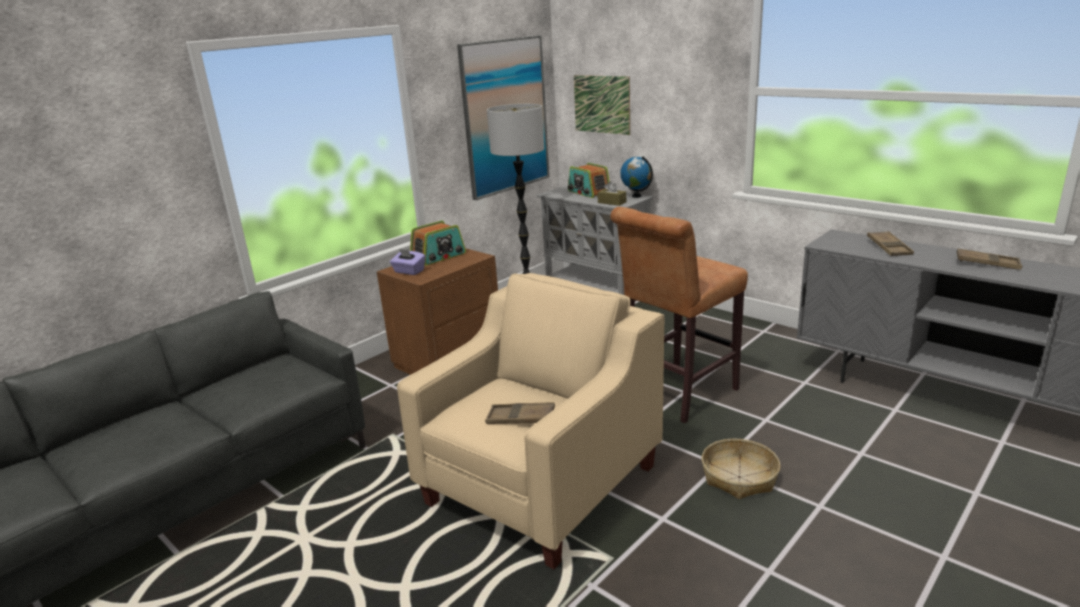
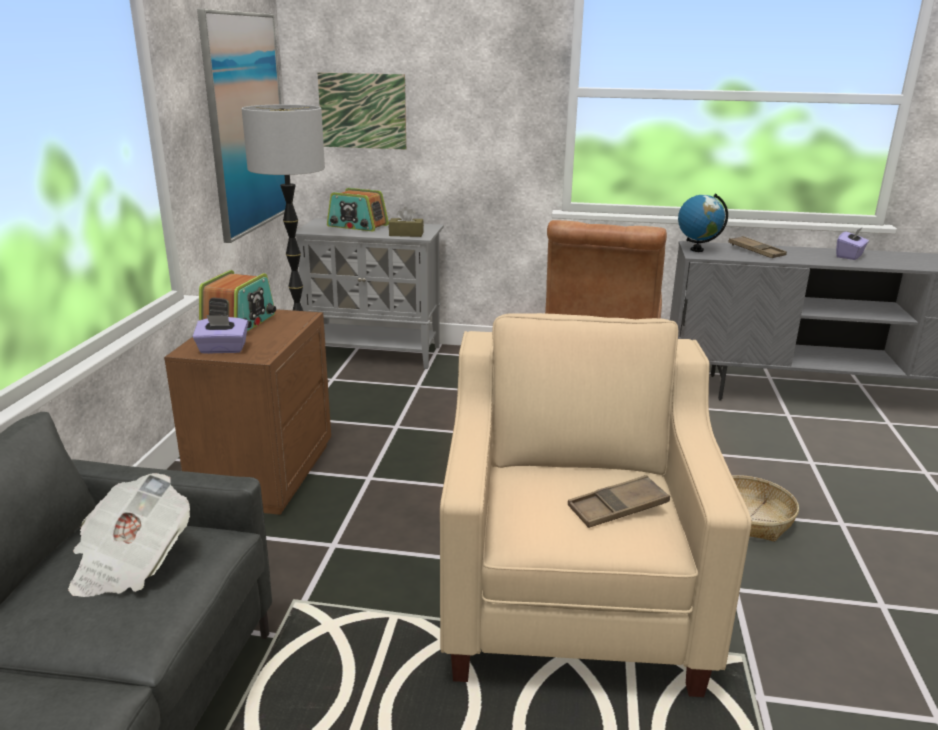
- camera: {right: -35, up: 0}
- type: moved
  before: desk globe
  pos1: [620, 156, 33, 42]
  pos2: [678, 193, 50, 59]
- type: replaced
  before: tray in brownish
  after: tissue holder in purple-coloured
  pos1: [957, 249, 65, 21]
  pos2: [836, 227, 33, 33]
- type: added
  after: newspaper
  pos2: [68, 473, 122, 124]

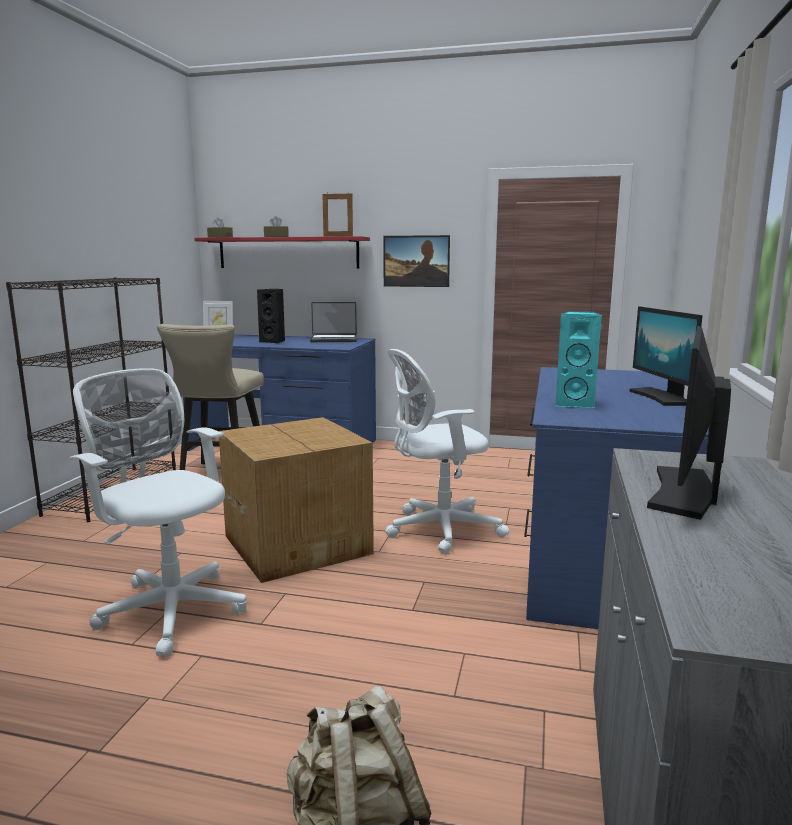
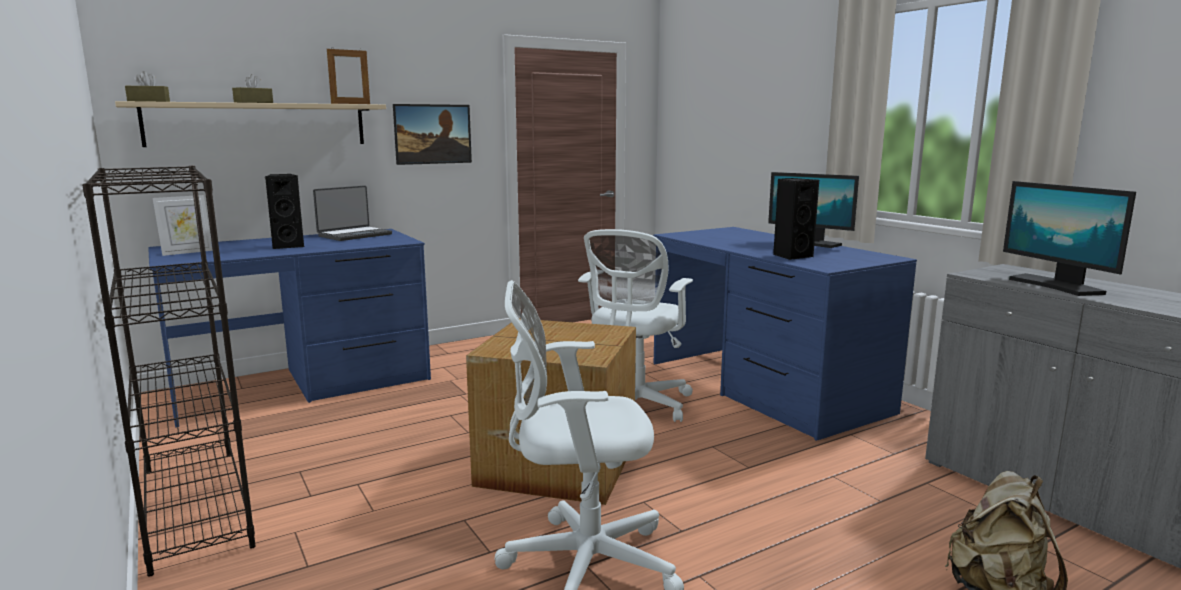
- camera: {right: -45, up: 0}
- type: recoloured
  before: bracket shelf in red-coloured
  after: bracket shelf in beige-coloured
  pos1: [194, 236, 176, 33]
  pos2: [115, 101, 271, 46]
- type: recoloured
  before: loudspeaker in turquoise
  after: loudspeaker in black-coloured
  pos1: [555, 311, 47, 98]
  pos2: [773, 178, 46, 82]
- type: removed
  before: stool seat in beige-coloured
  pos1: [157, 324, 107, 146]

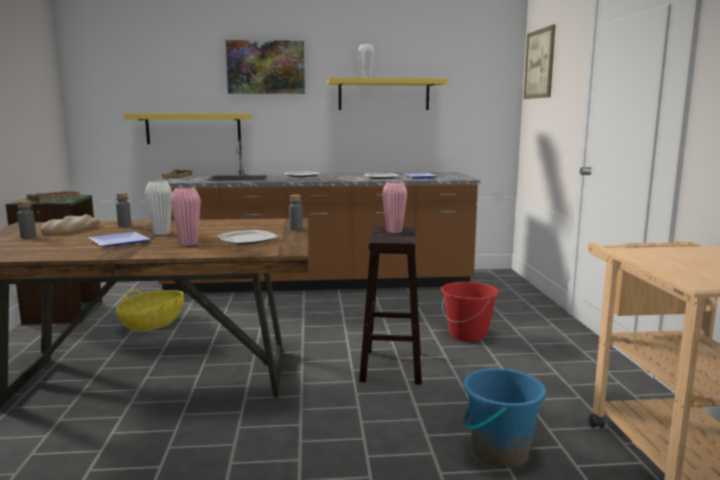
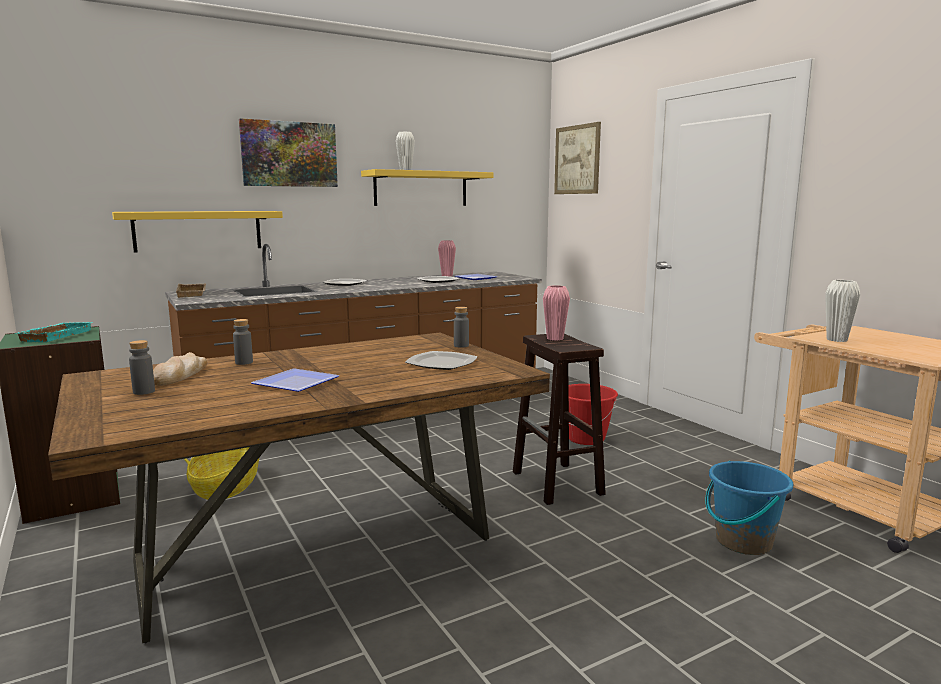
- camera: {right: -25, up: 0}
- type: moved
  before: flower vase in whitish
  pos1: [145, 181, 28, 54]
  pos2: [825, 280, 35, 62]
- type: moved
  before: flower vase in pink
  pos1: [171, 187, 30, 59]
  pos2: [438, 240, 18, 37]
- type: recoloured
  before: tray in beige-coloured
  after: tray in turquoise
  pos1: [23, 191, 58, 11]
  pos2: [15, 322, 78, 20]

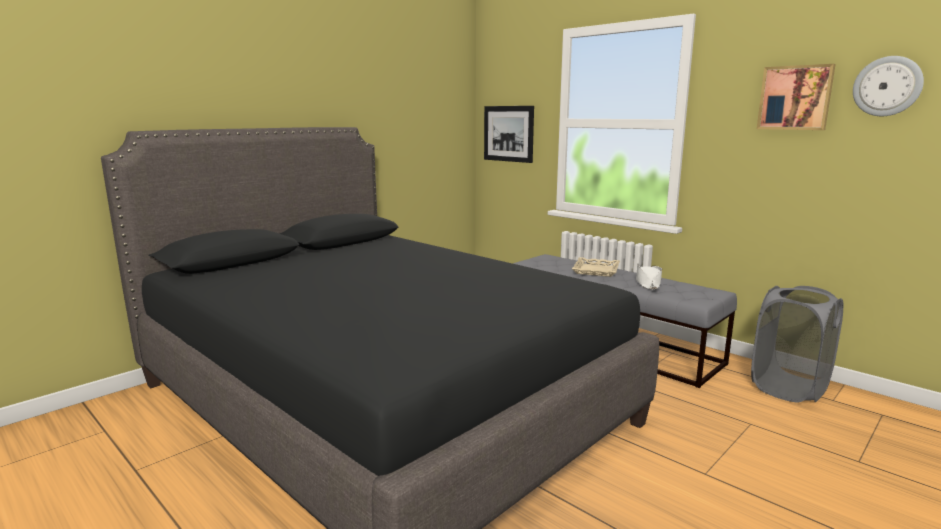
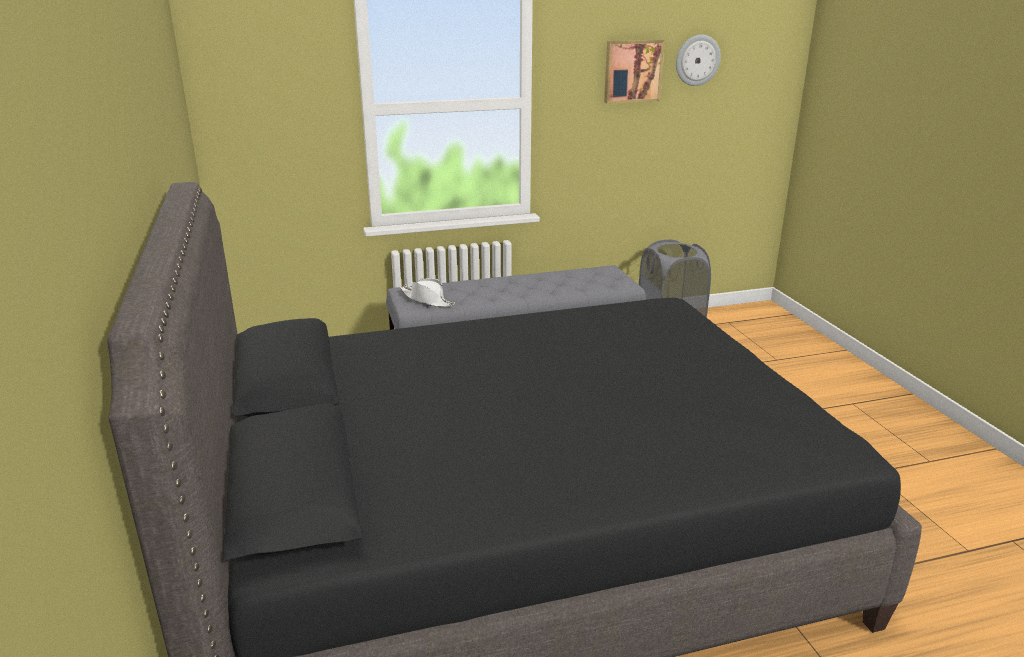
- camera: {right: -60, up: 10}
- type: removed
  before: wall picture
  pos1: [484, 106, 50, 57]
- type: removed
  before: tray in beige-coloured
  pos1: [572, 257, 48, 20]
- type: moved
  before: hat in whitish
  pos1: [636, 263, 26, 26]
  pos2: [400, 278, 55, 29]

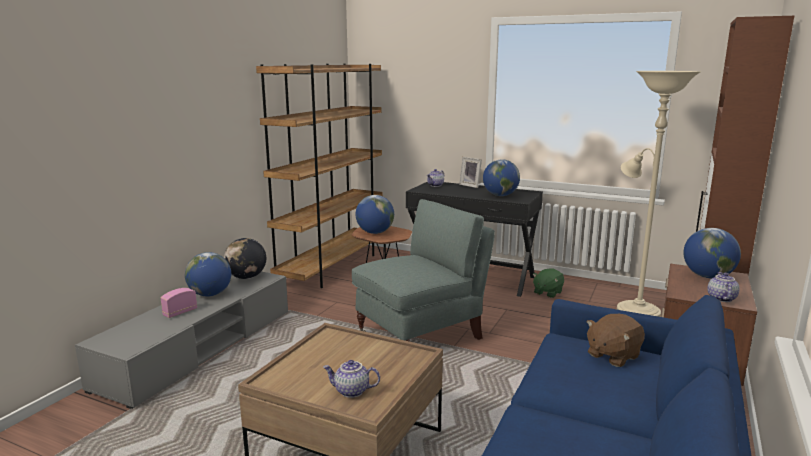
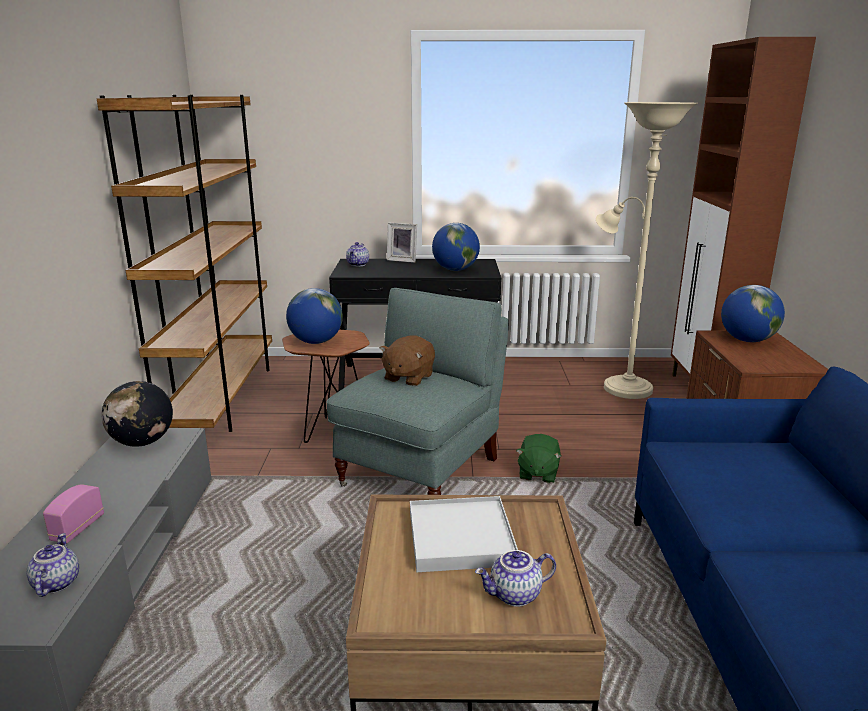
- camera: {right: -25, up: 5}
- type: removed
  before: desk globe
  pos1: [185, 252, 46, 45]
- type: moved
  before: cuddly toy in greenish
  pos1: [532, 268, 32, 30]
  pos2: [516, 434, 46, 49]
- type: moved
  before: tea pot
  pos1: [707, 272, 33, 30]
  pos2: [27, 533, 52, 64]
- type: moved
  before: cuddly toy in brownish
  pos1: [586, 314, 59, 53]
  pos2: [380, 335, 55, 51]
- type: added
  after: tray in whitish
  pos2: [410, 496, 108, 76]

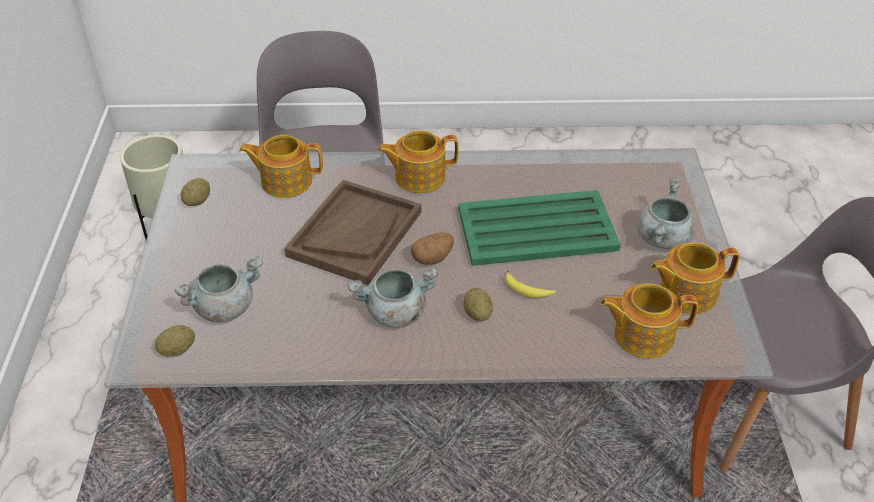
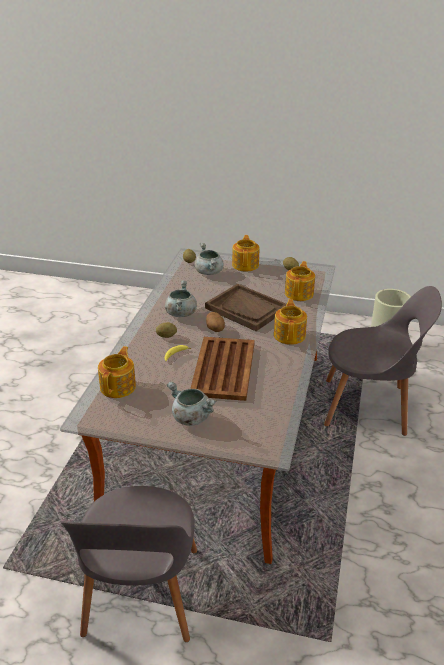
- camera: {right: 105, up: -10}
- type: recoloured
  before: tray in greenish
  after: tray in brownish
  pos1: [458, 190, 163, 76]
  pos2: [190, 337, 65, 64]
- type: moved
  before: tea pot
  pos1: [650, 242, 90, 72]
  pos2: [232, 235, 27, 36]

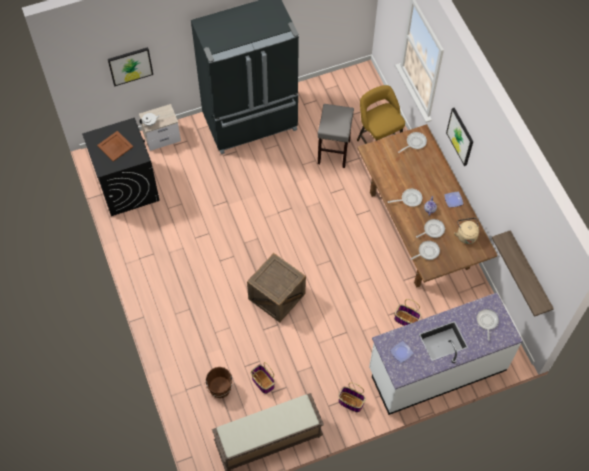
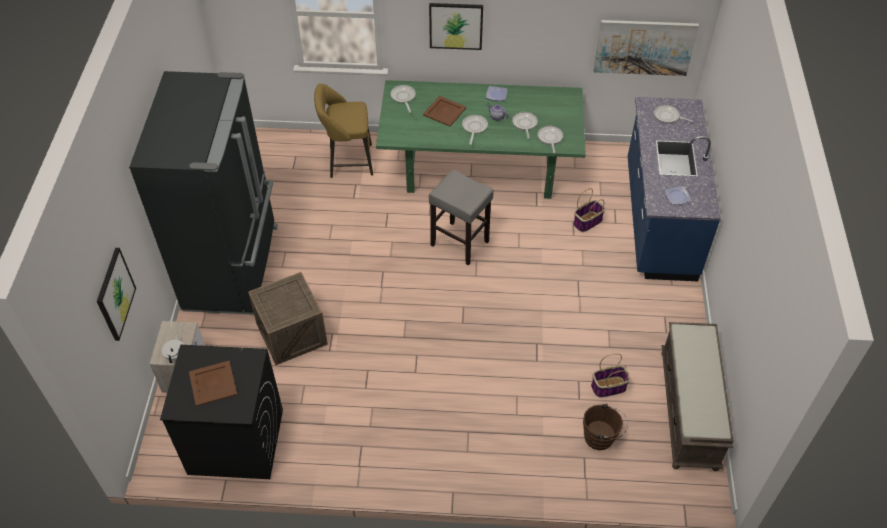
- camera: {right: -65, up: -10}
- type: moved
  before: stool seat in grey
  pos1: [318, 104, 36, 64]
  pos2: [429, 169, 65, 96]
- type: recoloured
  before: dinner table in brownish
  after: dinner table in greenish
  pos1: [358, 124, 139, 164]
  pos2: [376, 80, 210, 119]
- type: removed
  before: kettle in beige-coloured
  pos1: [454, 218, 25, 26]
- type: replaced
  before: bracket shelf
  after: wall picture
  pos1: [492, 230, 62, 87]
  pos2: [594, 20, 105, 56]
- type: moved
  before: shipping crate
  pos1: [247, 253, 59, 70]
  pos2: [248, 272, 80, 93]
- type: recoloured
  before: counter in whitish
  after: counter in blue-coloured
  pos1: [369, 293, 154, 122]
  pos2: [628, 97, 93, 184]
- type: removed
  before: basket
  pos1: [338, 383, 28, 29]
- type: added
  after: tray in brownish
  pos2: [423, 96, 43, 31]

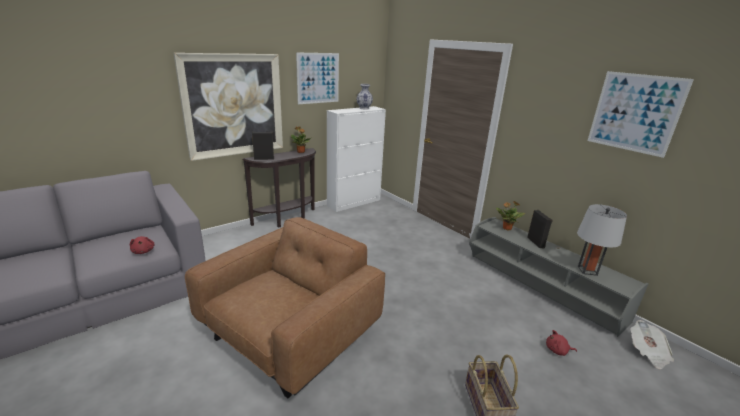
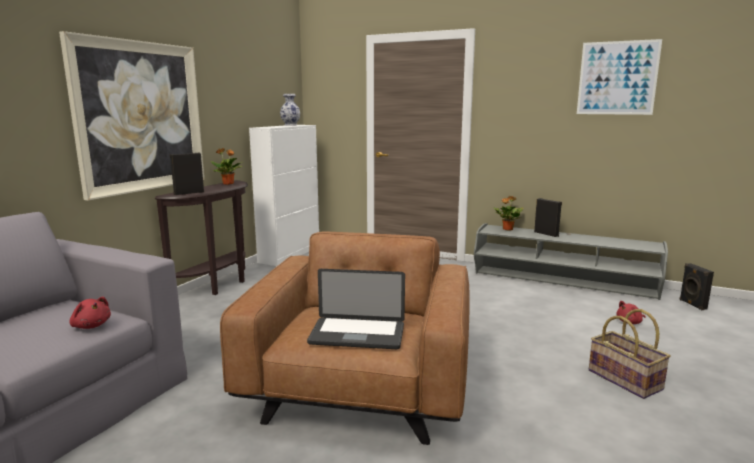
- camera: {right: -25, up: -10}
- type: removed
  before: wall picture
  pos1: [296, 53, 43, 51]
- type: removed
  before: tabletop lamp in grey
  pos1: [577, 204, 50, 72]
- type: replaced
  before: newspaper
  after: loudspeaker in black-coloured
  pos1: [630, 320, 44, 50]
  pos2: [679, 263, 35, 47]
- type: added
  after: portable computer
  pos2: [307, 269, 98, 80]

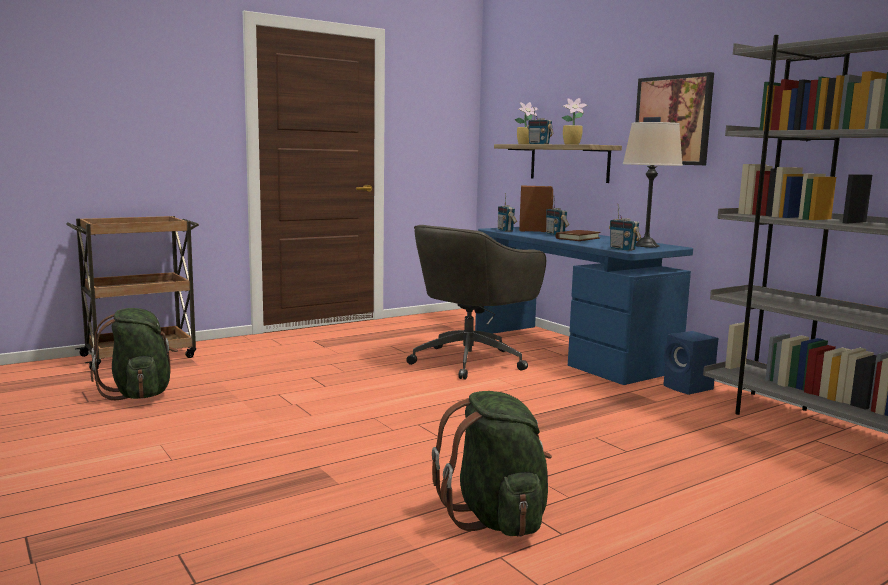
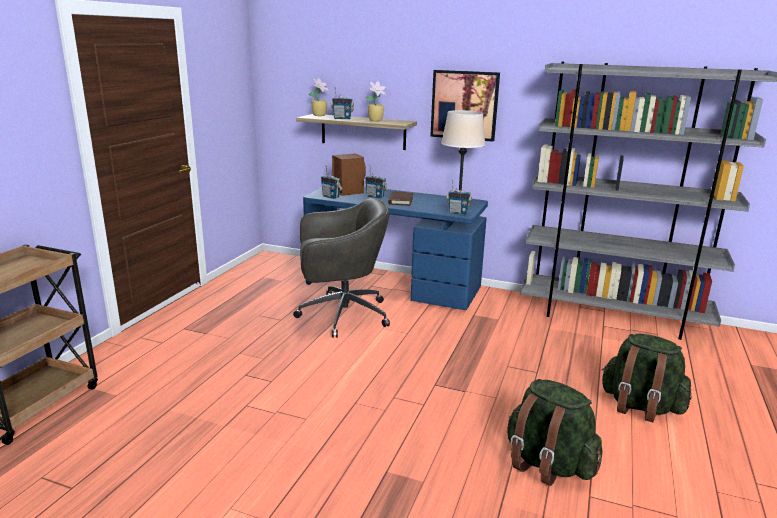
- camera: {right: -35, up: 10}
- type: turned
  before: computer chair in grey
  pos1: [406, 225, 140, 155]
  pos2: [293, 198, 97, 140]
  turn: -105
- type: moved
  before: knapsack in greenish
  pos1: [91, 308, 87, 92]
  pos2: [601, 334, 91, 88]
- type: removed
  before: loudspeaker in blue-coloured
  pos1: [663, 331, 55, 64]

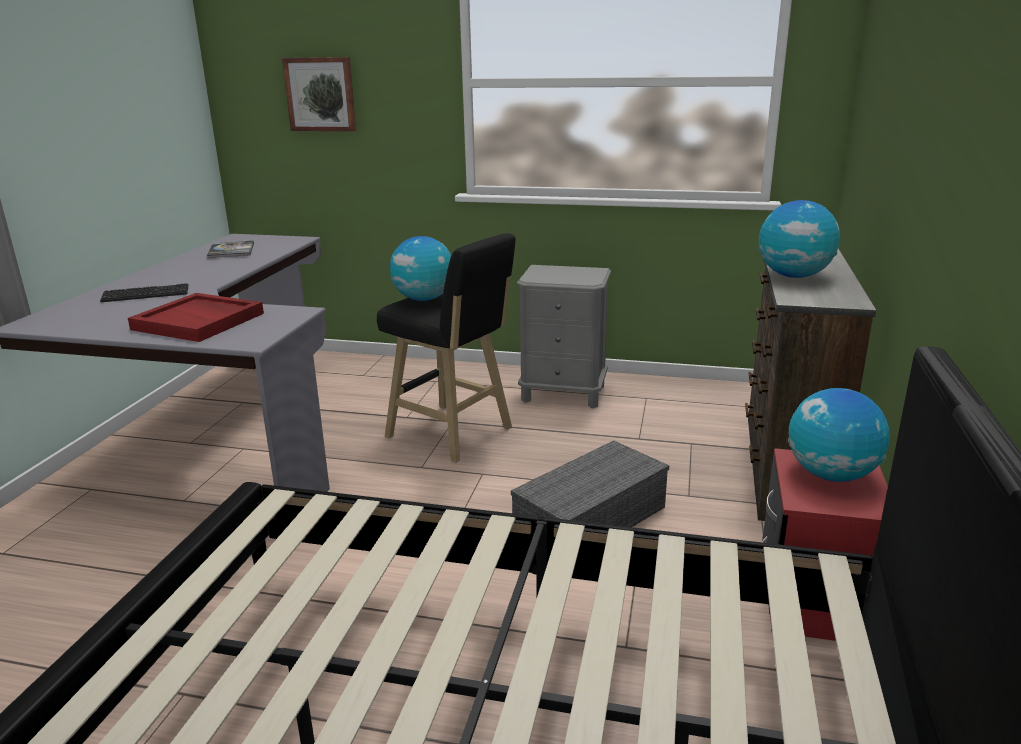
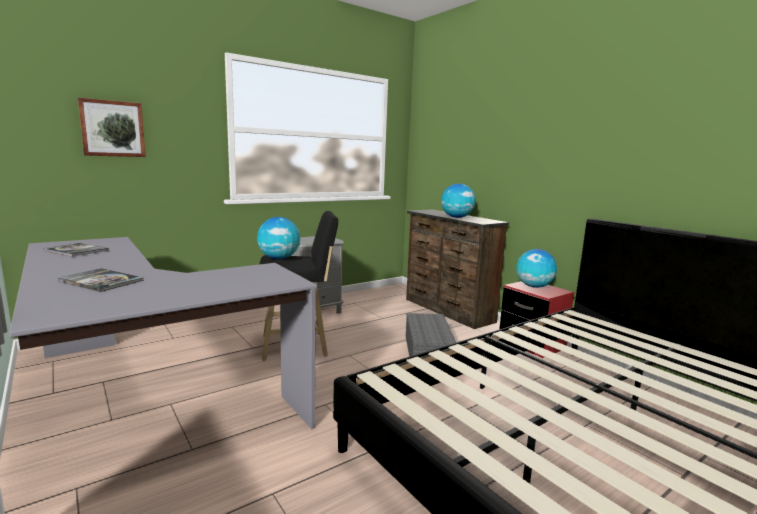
- camera: {right: -50, up: -10}
- type: replaced
  before: computer keyboard
  after: bound book
  pos1: [100, 283, 89, 19]
  pos2: [58, 268, 86, 24]
- type: removed
  before: tray in red-coloured
  pos1: [128, 293, 136, 49]

